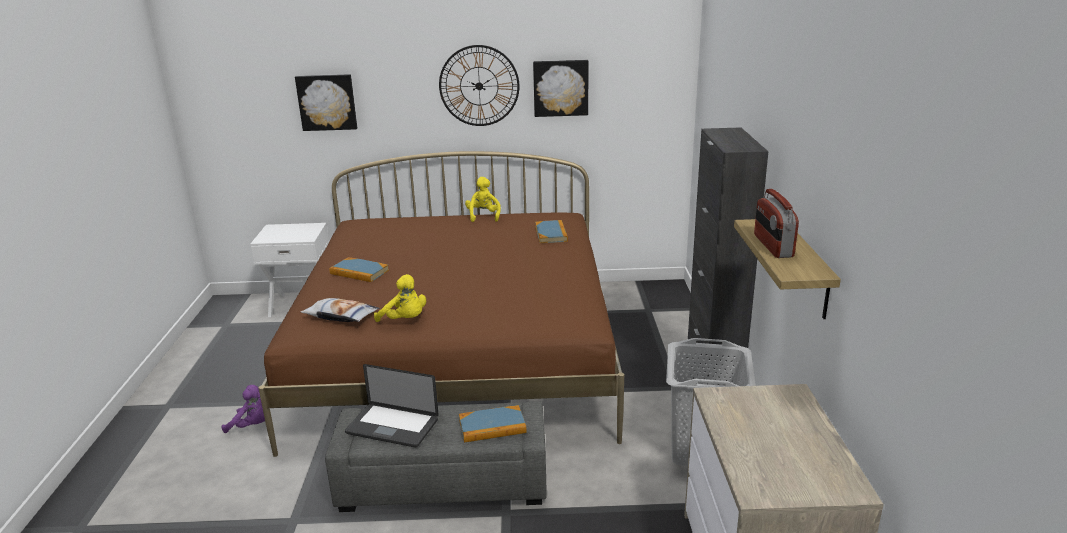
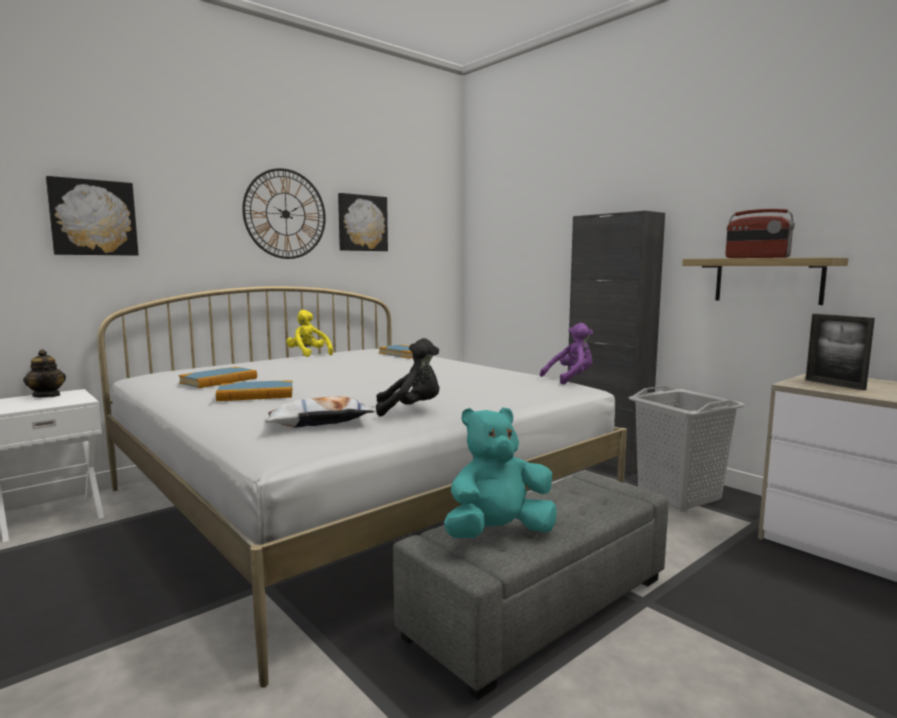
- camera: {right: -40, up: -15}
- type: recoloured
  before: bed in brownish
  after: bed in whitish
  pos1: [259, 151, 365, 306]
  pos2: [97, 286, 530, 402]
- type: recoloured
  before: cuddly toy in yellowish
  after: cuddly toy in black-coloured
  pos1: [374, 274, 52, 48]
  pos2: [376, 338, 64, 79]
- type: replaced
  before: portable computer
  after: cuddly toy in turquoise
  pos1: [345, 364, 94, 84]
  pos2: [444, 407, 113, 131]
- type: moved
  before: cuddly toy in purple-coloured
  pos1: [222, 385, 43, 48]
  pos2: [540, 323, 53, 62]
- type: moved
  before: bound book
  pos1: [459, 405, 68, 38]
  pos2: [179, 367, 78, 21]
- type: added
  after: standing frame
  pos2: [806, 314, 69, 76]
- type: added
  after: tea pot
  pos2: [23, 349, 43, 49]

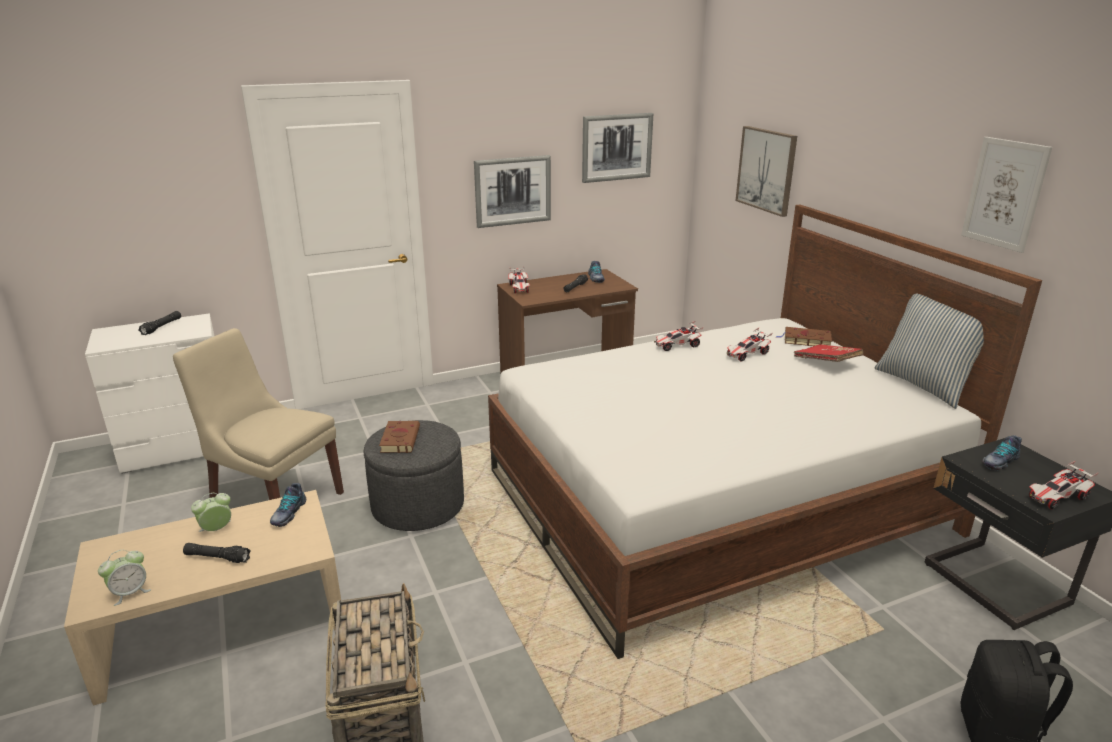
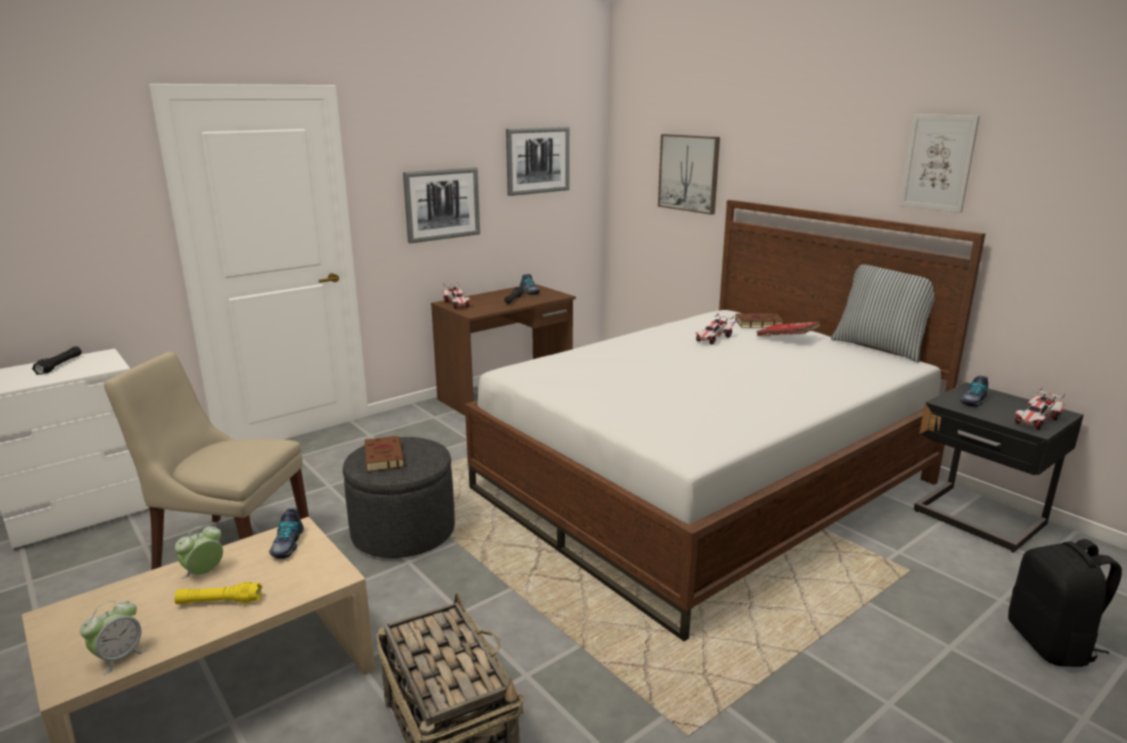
- camera: {right: -15, up: -5}
- type: removed
  before: model car
  pos1: [654, 321, 50, 30]
- type: recoloured
  before: flashlight in black-coloured
  after: flashlight in yellowish
  pos1: [183, 543, 68, 20]
  pos2: [174, 582, 89, 23]

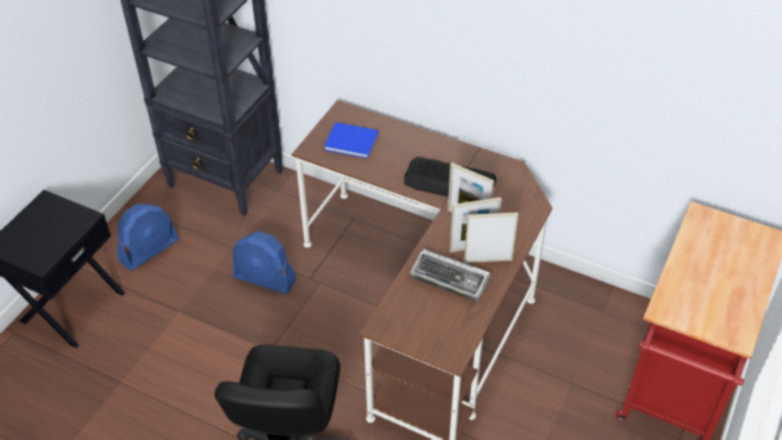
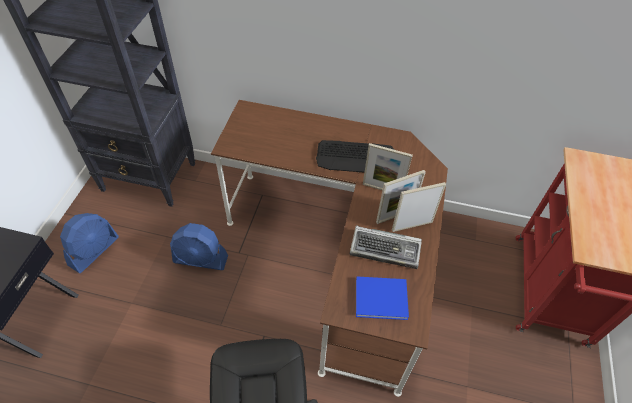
- camera: {right: -15, up: 5}
- type: moved
  before: bound book in blue-coloured
  pos1: [324, 122, 54, 37]
  pos2: [356, 276, 53, 44]

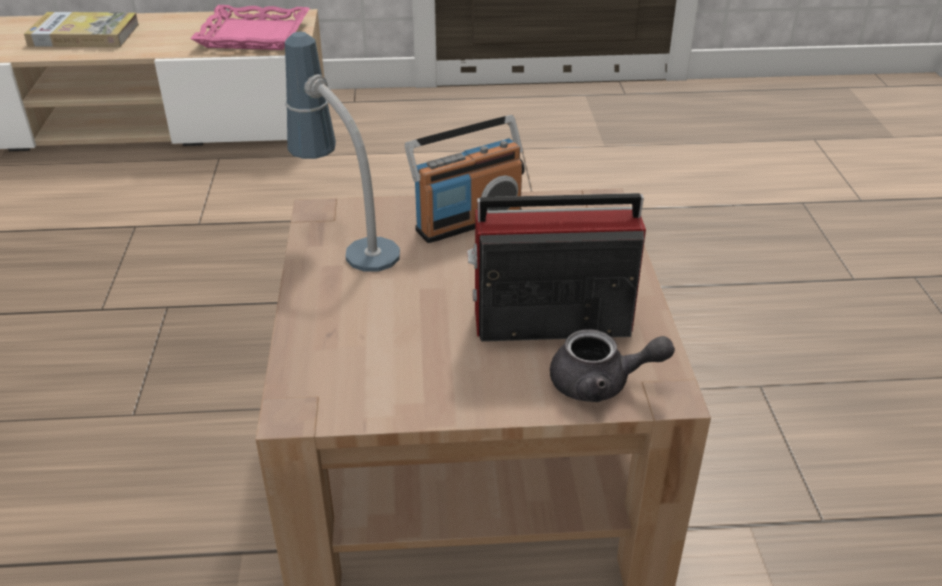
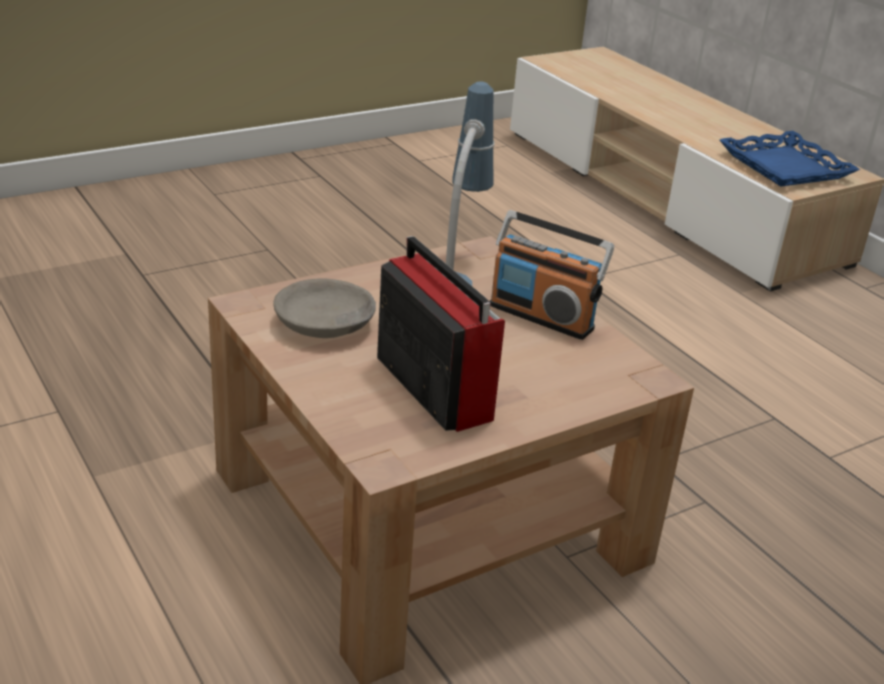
- camera: {right: 60, up: -5}
- type: recoloured
  before: tray in pink
  after: tray in blue-coloured
  pos1: [190, 5, 120, 45]
  pos2: [720, 131, 140, 56]
- type: removed
  before: bound book
  pos1: [24, 12, 115, 35]
- type: removed
  before: tea pot in grey
  pos1: [550, 329, 125, 73]
- type: added
  after: deep dish in grey
  pos2: [273, 278, 103, 60]

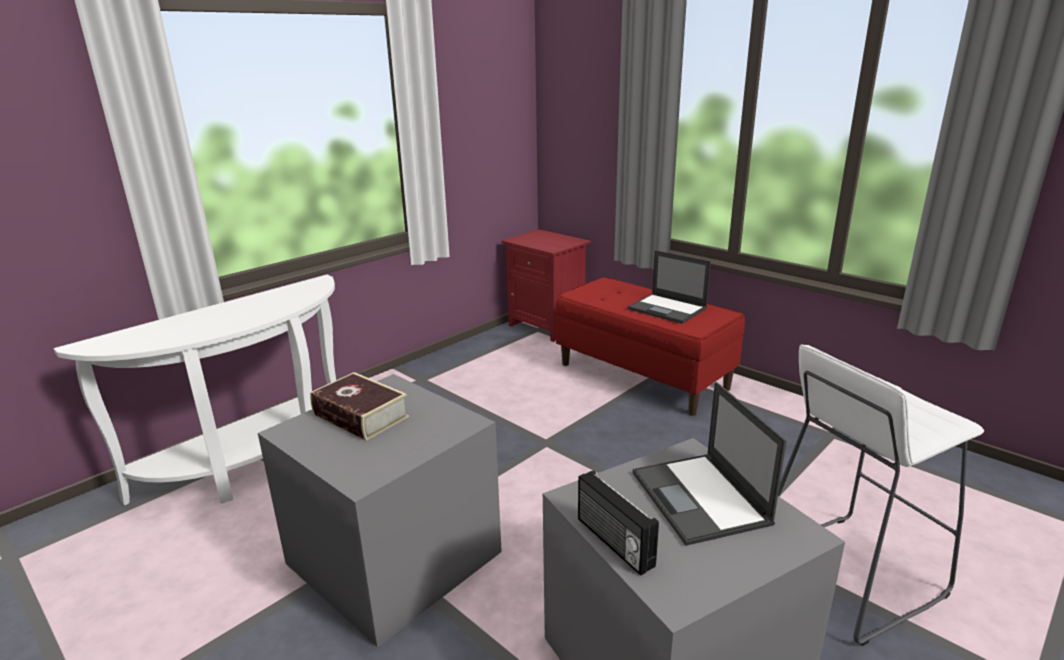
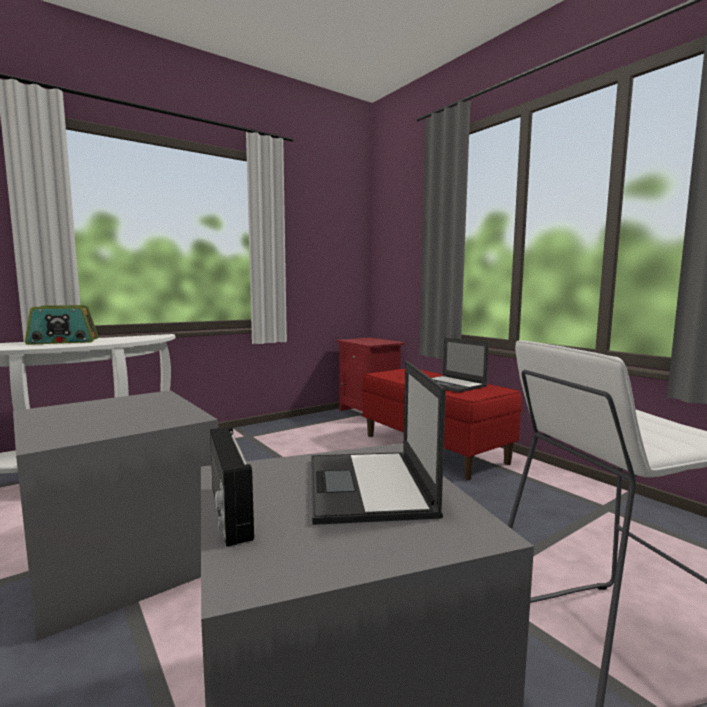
- camera: {right: 10, up: -15}
- type: removed
  before: bound book
  pos1: [310, 372, 99, 69]
- type: added
  after: radio receiver
  pos2: [25, 305, 73, 40]

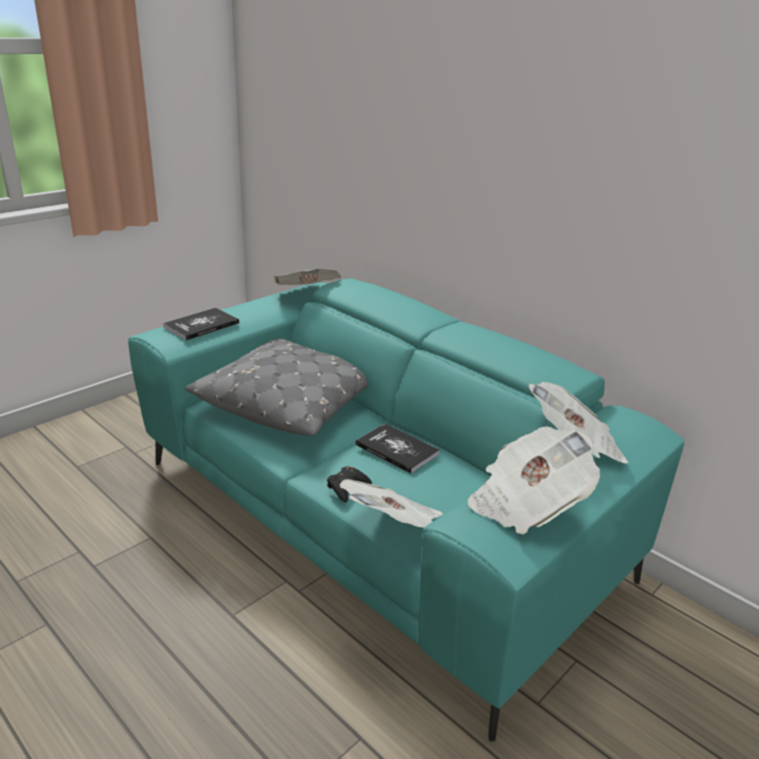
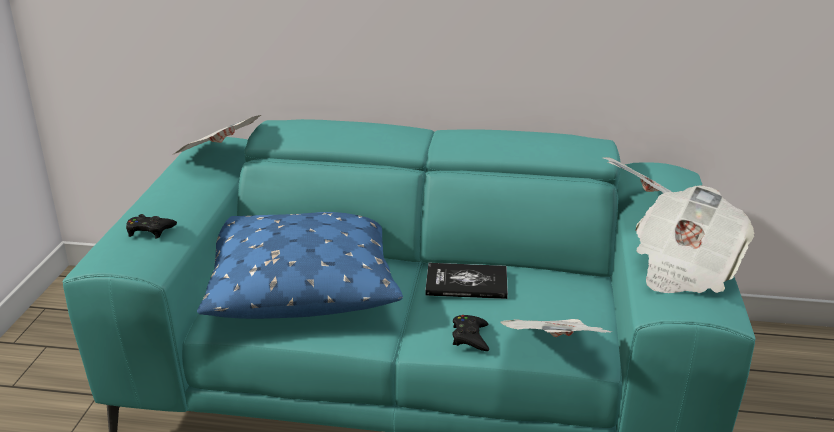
- camera: {right: -35, up: 0}
- type: replaced
  before: bound book
  after: game controller in black-coloured
  pos1: [163, 307, 76, 33]
  pos2: [126, 214, 51, 25]
- type: recoloured
  before: pillow in grey
  after: pillow in blue-coloured
  pos1: [185, 339, 183, 97]
  pos2: [197, 212, 206, 107]

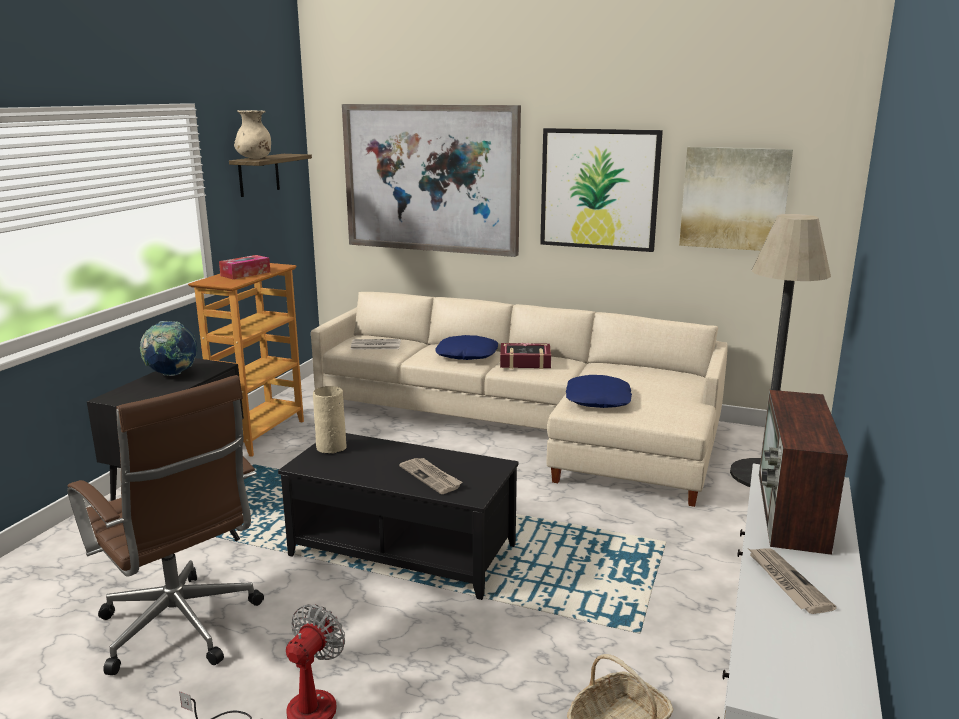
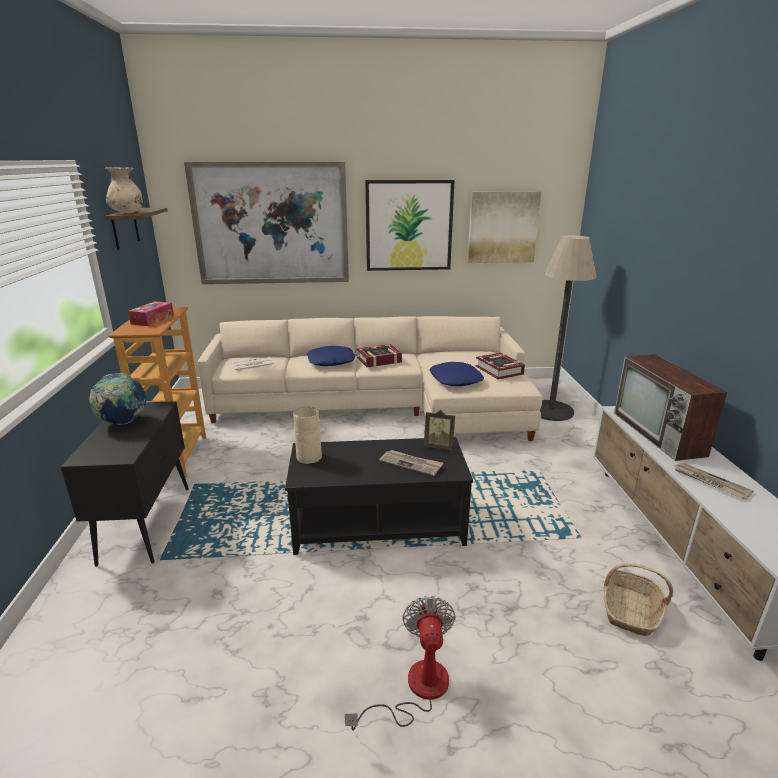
- camera: {right: -25, up: 5}
- type: removed
  before: computer chair in brownish
  pos1: [67, 375, 197, 300]
- type: added
  after: bound book
  pos2: [475, 353, 50, 27]
- type: added
  after: standing frame
  pos2: [424, 410, 31, 40]

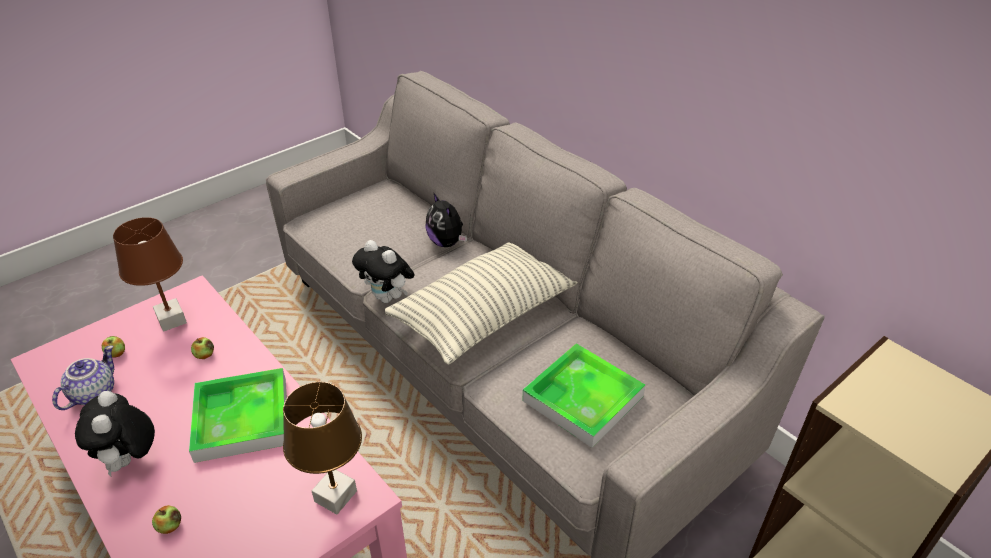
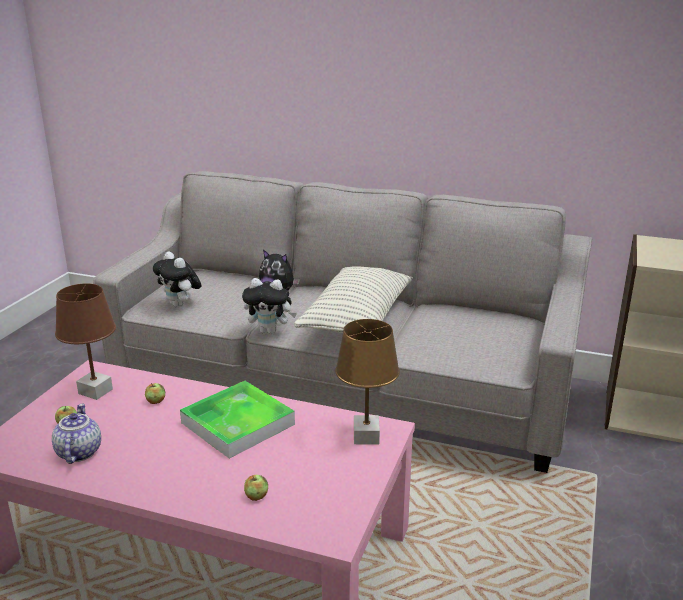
- camera: {right: -30, up: -15}
- type: removed
  before: tray
  pos1: [522, 343, 123, 105]
- type: moved
  before: cuddly toy
  pos1: [75, 391, 80, 85]
  pos2: [153, 251, 49, 57]

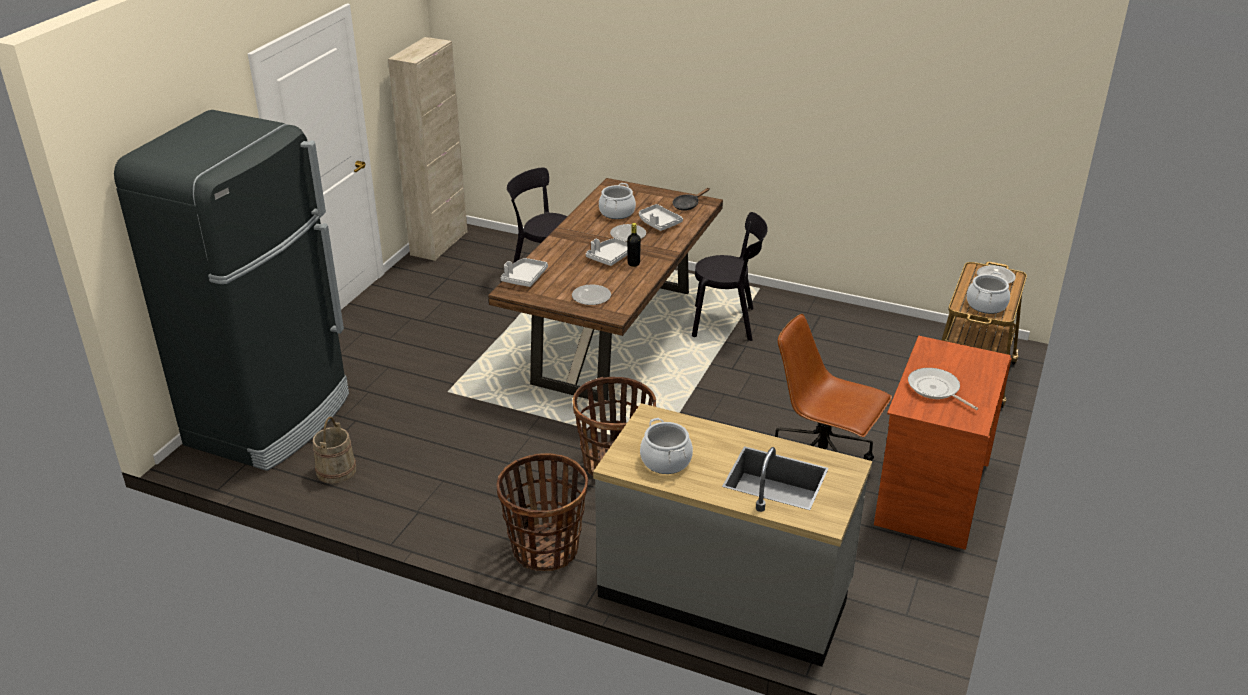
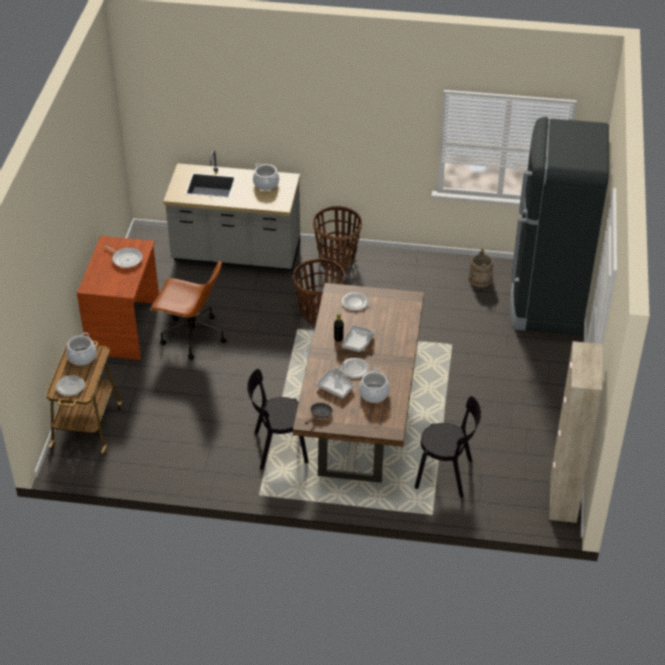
- camera: {right: 165, up: 10}
- type: removed
  before: tray in grey
  pos1: [501, 258, 47, 29]

